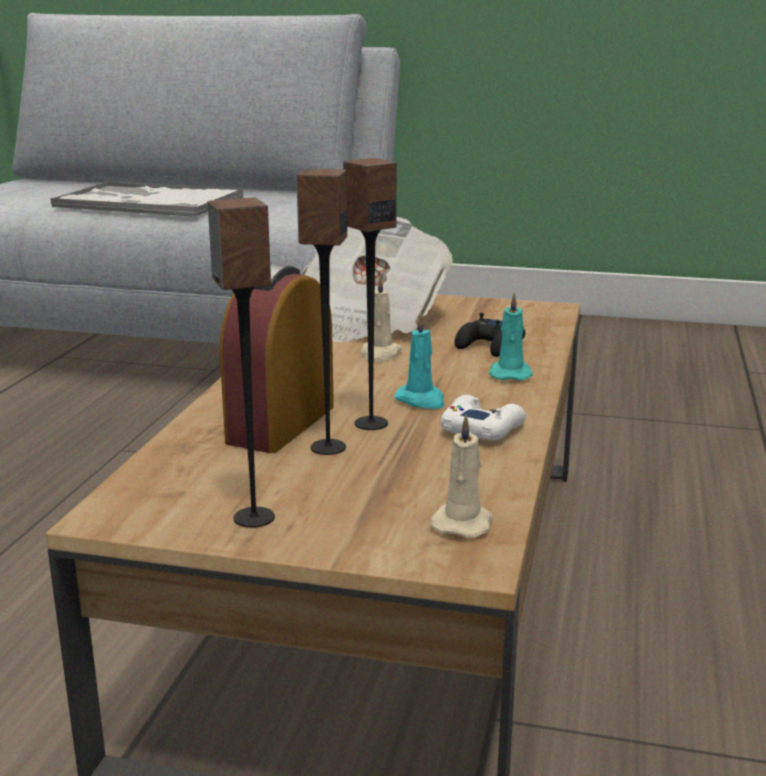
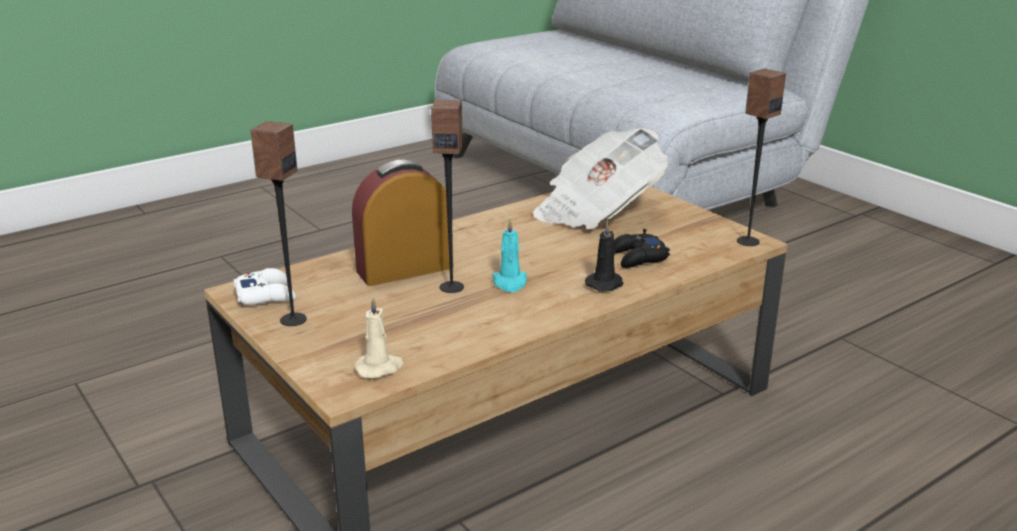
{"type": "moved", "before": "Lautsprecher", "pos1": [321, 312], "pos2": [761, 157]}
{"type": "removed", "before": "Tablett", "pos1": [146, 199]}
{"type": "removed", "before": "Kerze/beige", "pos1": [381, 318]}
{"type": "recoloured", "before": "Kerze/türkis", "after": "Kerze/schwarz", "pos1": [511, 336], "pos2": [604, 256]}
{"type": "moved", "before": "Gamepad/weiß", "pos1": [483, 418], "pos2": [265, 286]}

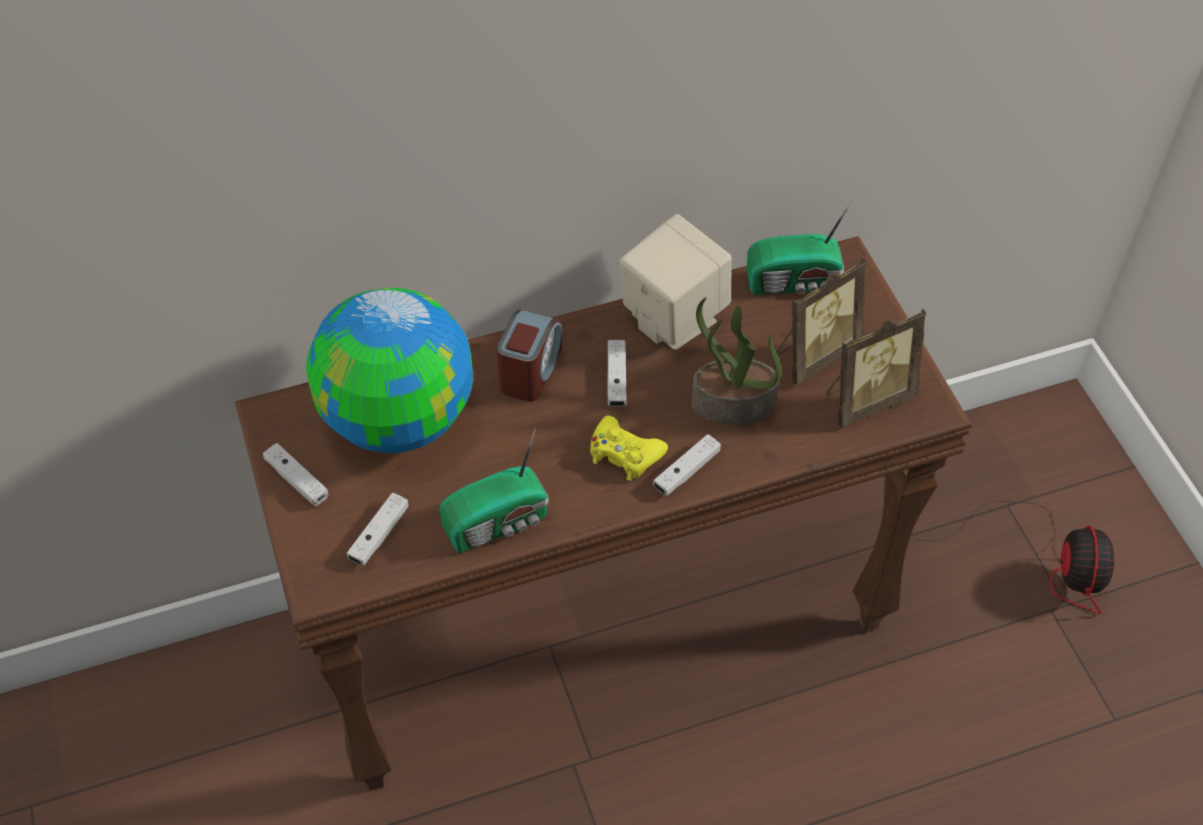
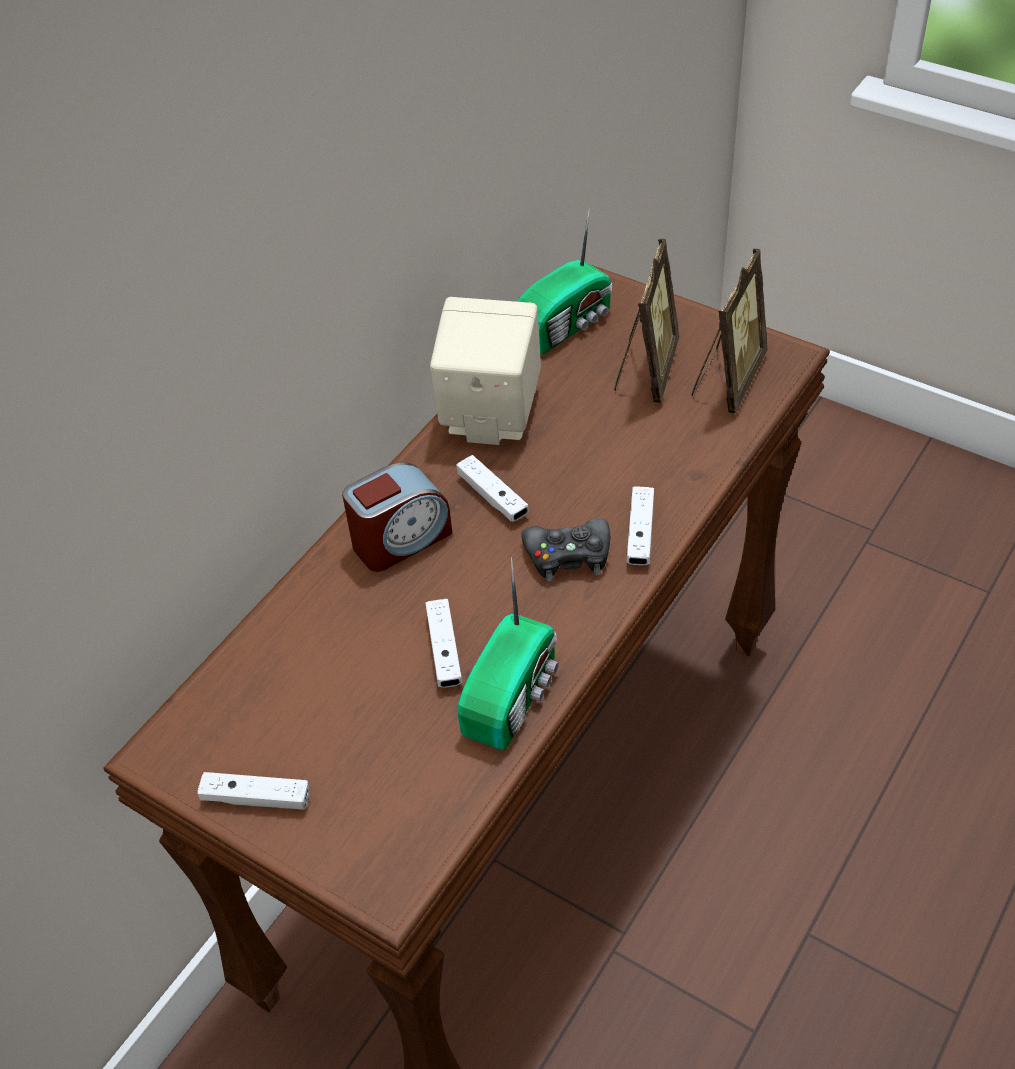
{"type": "removed", "before": "Globus", "pos1": [389, 370]}
{"type": "removed", "before": "Topfpflanze", "pos1": [736, 361]}
{"type": "turned", "before": "Wecker", "pos1": [529, 355], "pos2": [397, 517], "turn": 75}
{"type": "recoloured", "before": "Gamepad/gelb", "after": "Gamepad/schwarz", "pos1": [629, 448], "pos2": [565, 550]}
{"type": "moved", "before": "Gamepad/weiß", "pos1": [378, 529], "pos2": [444, 643]}
{"type": "removed", "before": "Ventilator", "pos1": [1014, 557]}

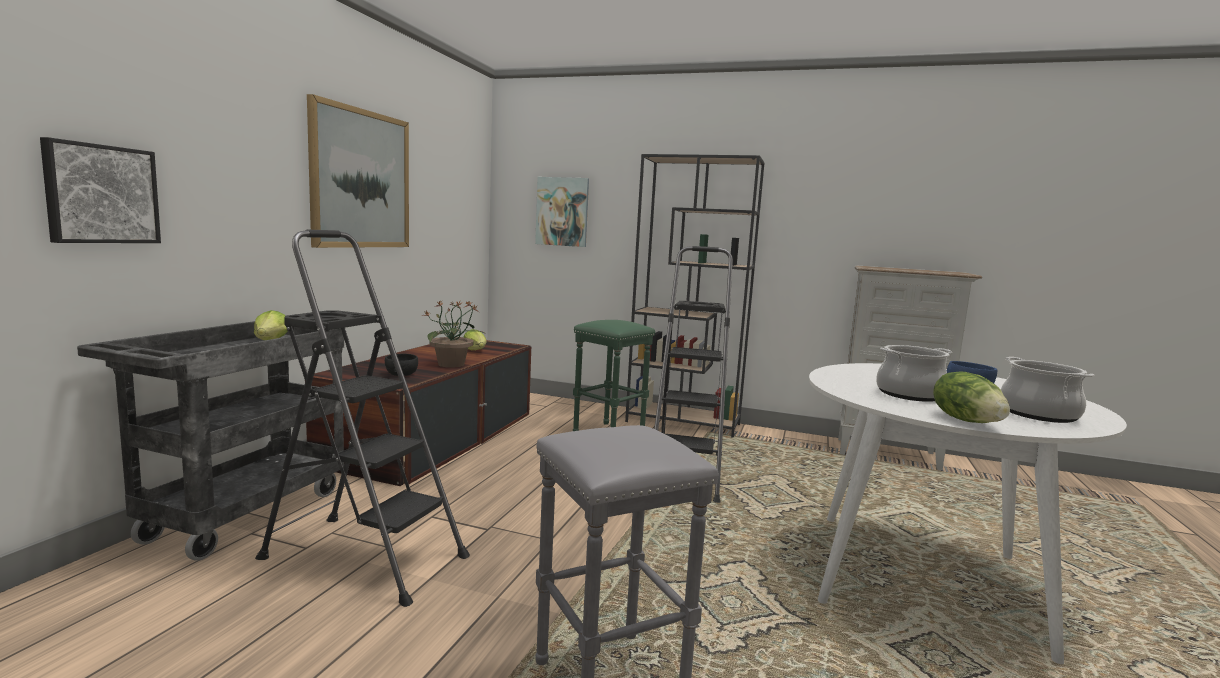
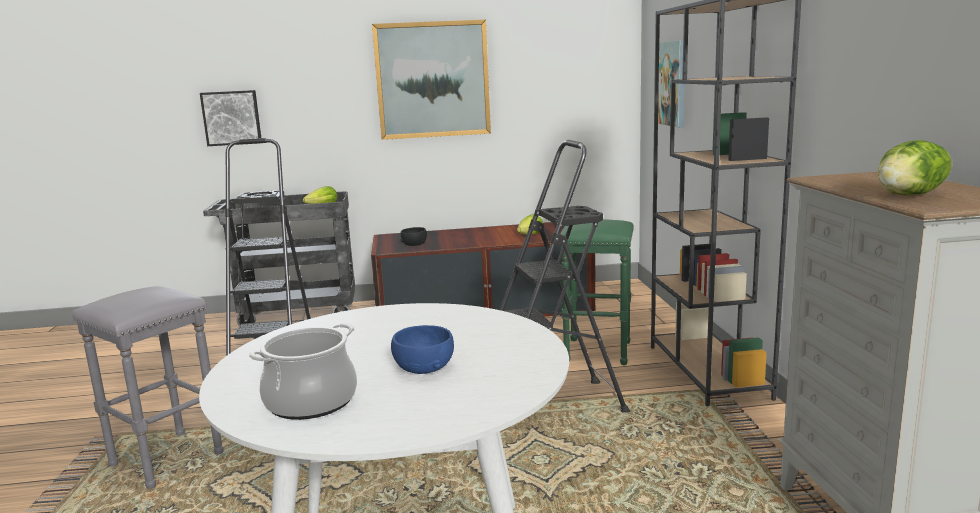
{"type": "removed", "before": "Topfpflanze", "pos1": [452, 334]}
{"type": "removed", "before": "Kochtopf", "pos1": [914, 373]}
{"type": "moved", "before": "Salatkopf", "pos1": [971, 397], "pos2": [915, 167]}

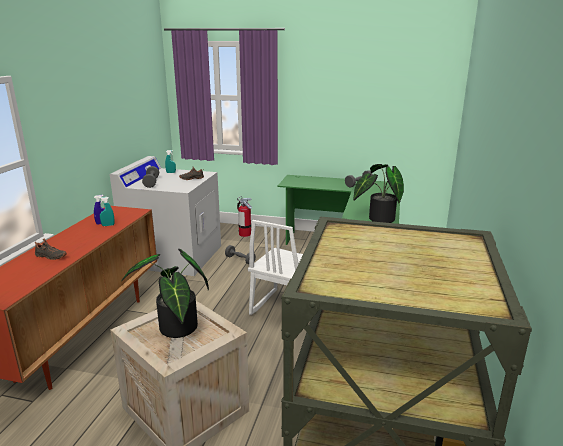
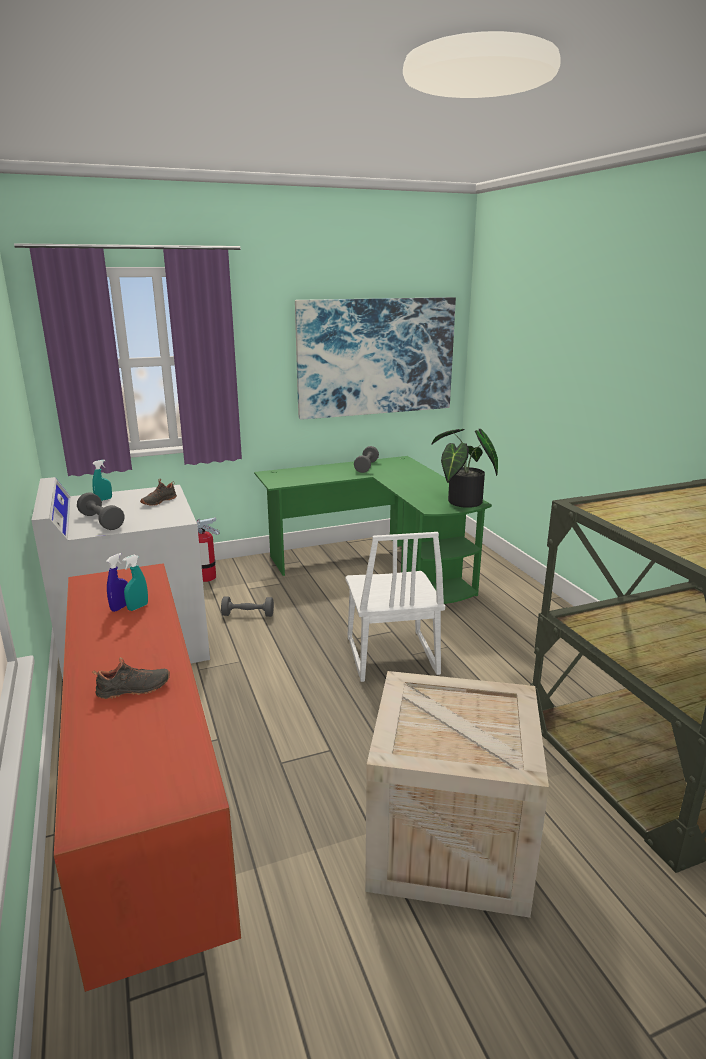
{"type": "removed", "before": "Topfpflanze", "pos1": [165, 293]}
{"type": "added", "after": "Bild", "pos2": [375, 358]}

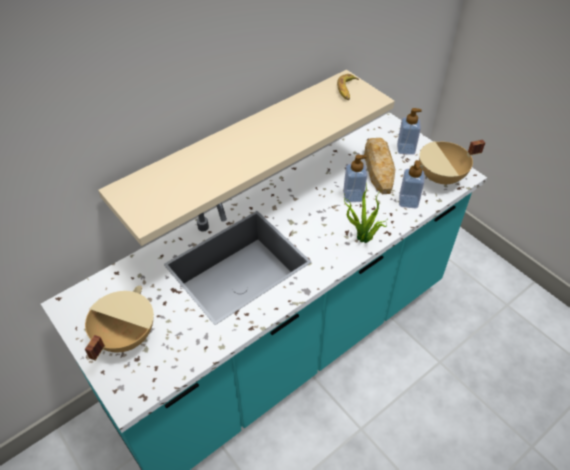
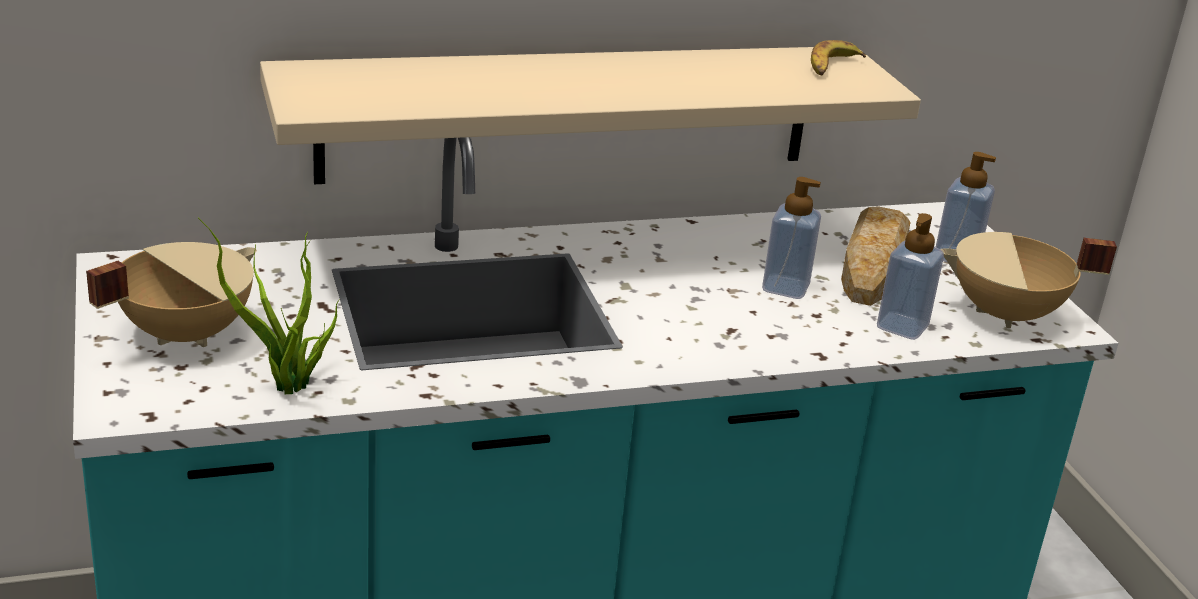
{"type": "moved", "before": "Topfpflanze", "pos1": [365, 212], "pos2": [269, 306]}

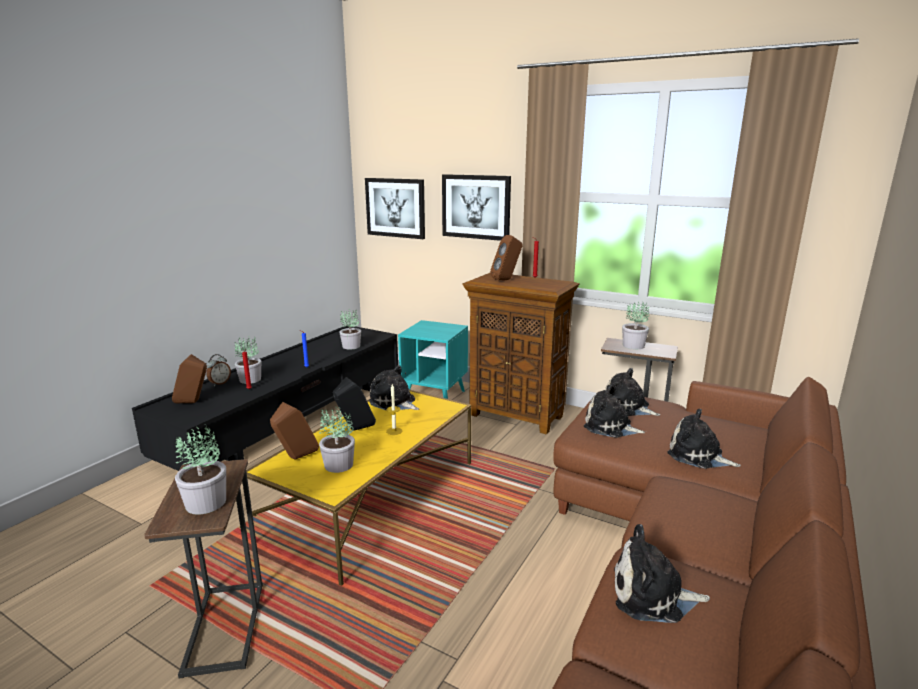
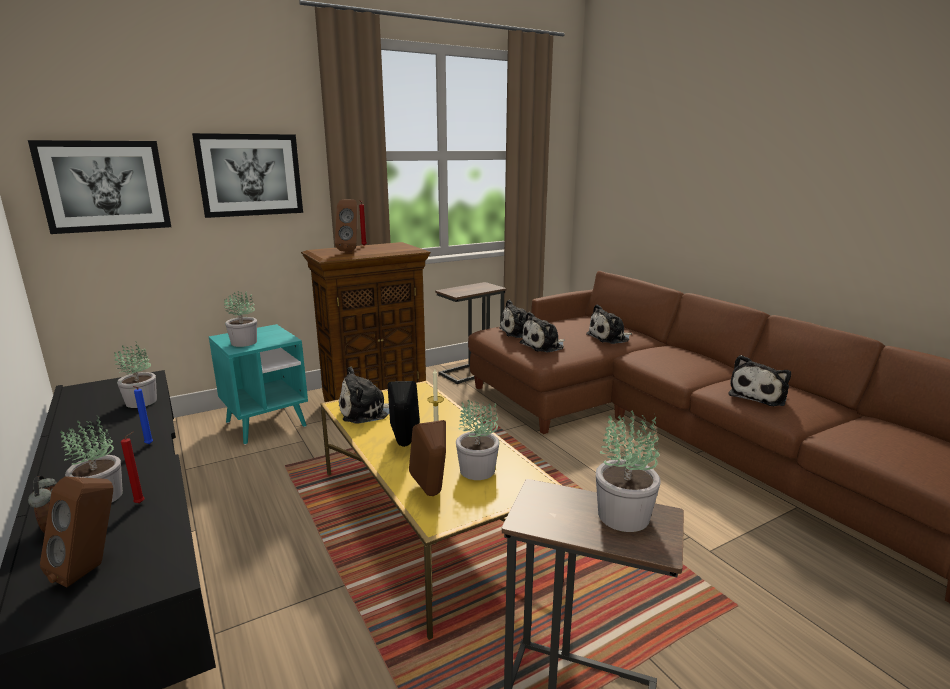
{"type": "moved", "before": "Topfpflanze", "pos1": [635, 325], "pos2": [240, 319]}

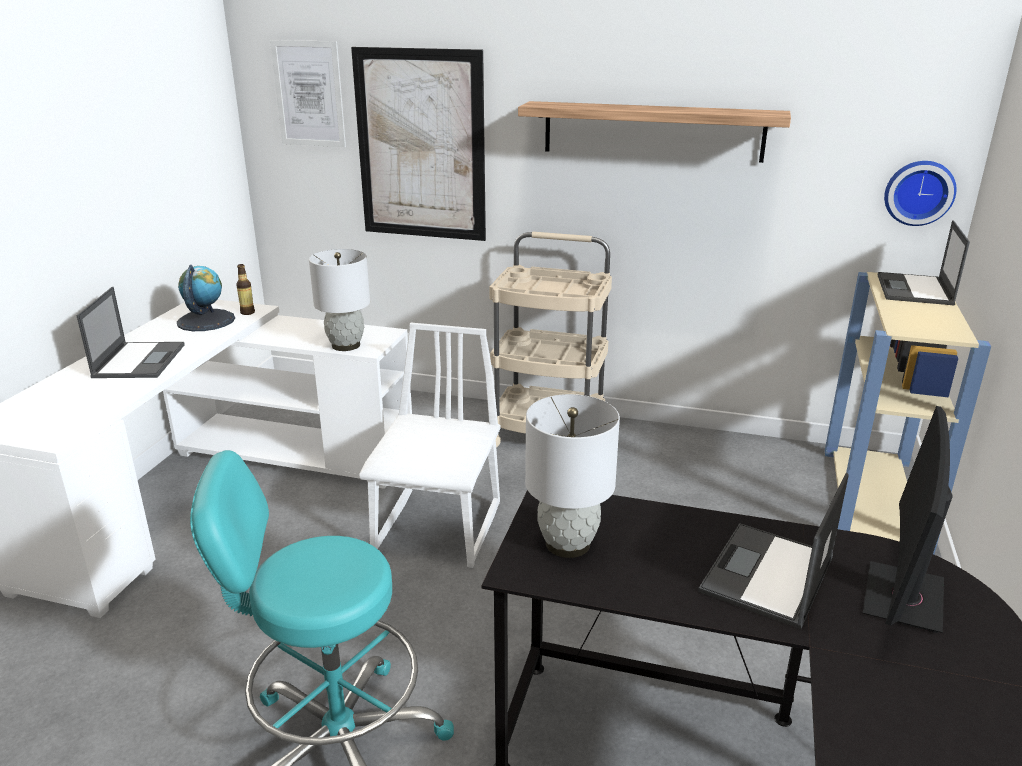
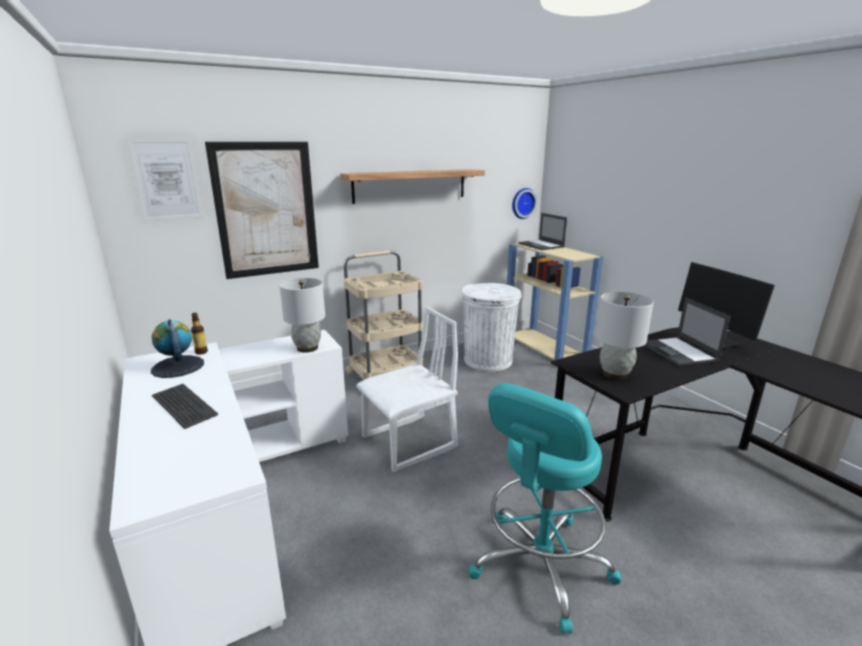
{"type": "replaced", "before": "Laptop", "after": "Tastatur", "pos1": [130, 332], "pos2": [185, 406]}
{"type": "turned", "before": "Stuhl/weiß", "pos1": [429, 445], "pos2": [407, 389], "turn": 90}
{"type": "added", "after": "Mülleimer/weiß", "pos2": [491, 327]}

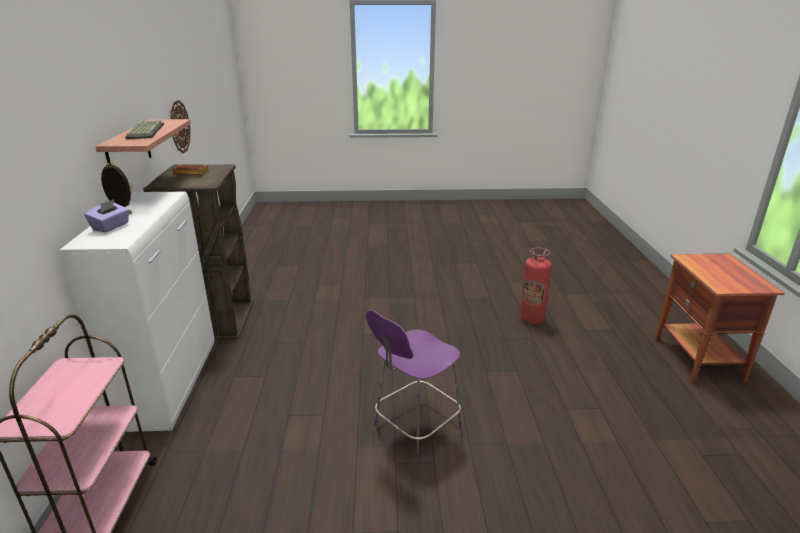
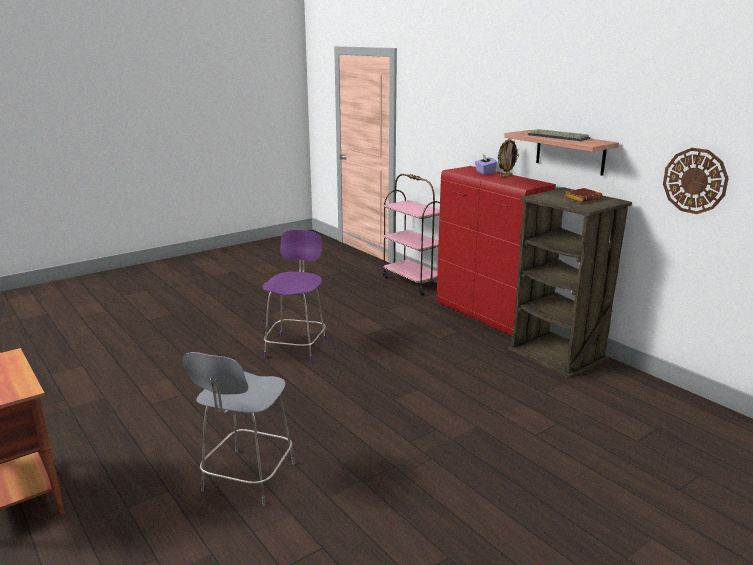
{"type": "recoloured", "before": "Schrank/weiß", "after": "Schrank/rot", "pos1": [137, 312], "pos2": [496, 251]}
{"type": "replaced", "before": "Feuerlöscher", "after": "Stuhl/grau", "pos1": [536, 285], "pos2": [238, 429]}

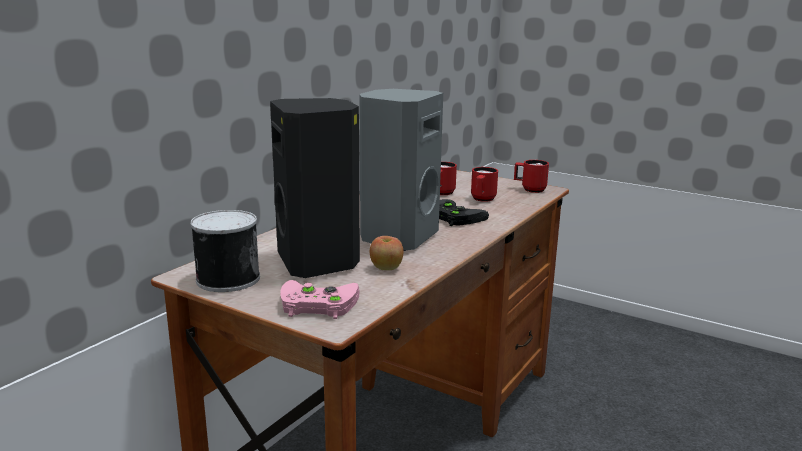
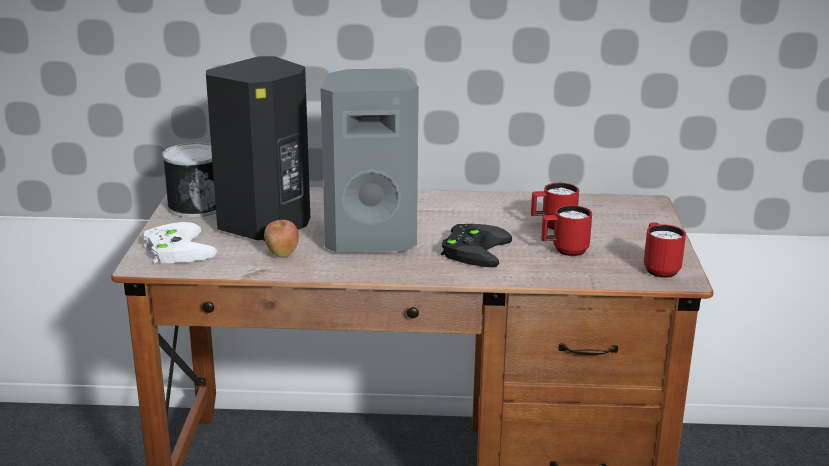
{"type": "recoloured", "before": "Gamepad/rosa", "after": "Gamepad/weiß", "pos1": [320, 299], "pos2": [180, 242]}

